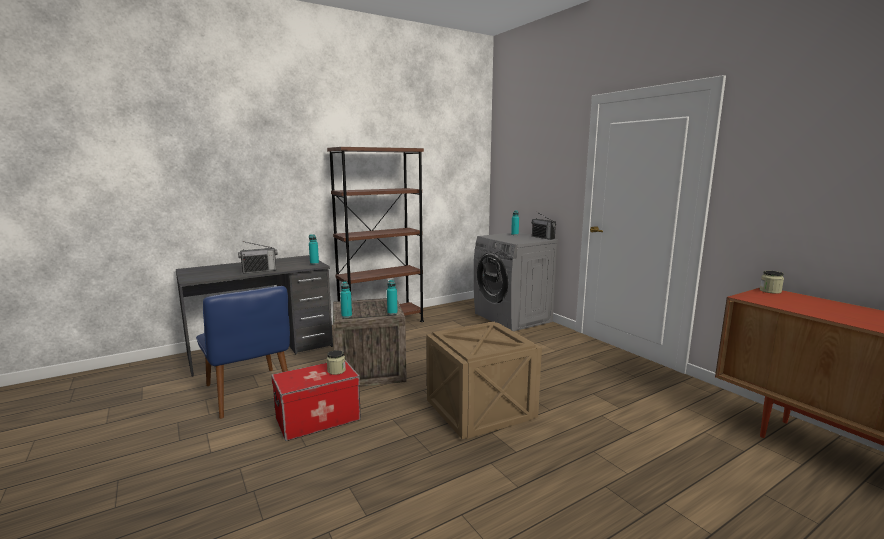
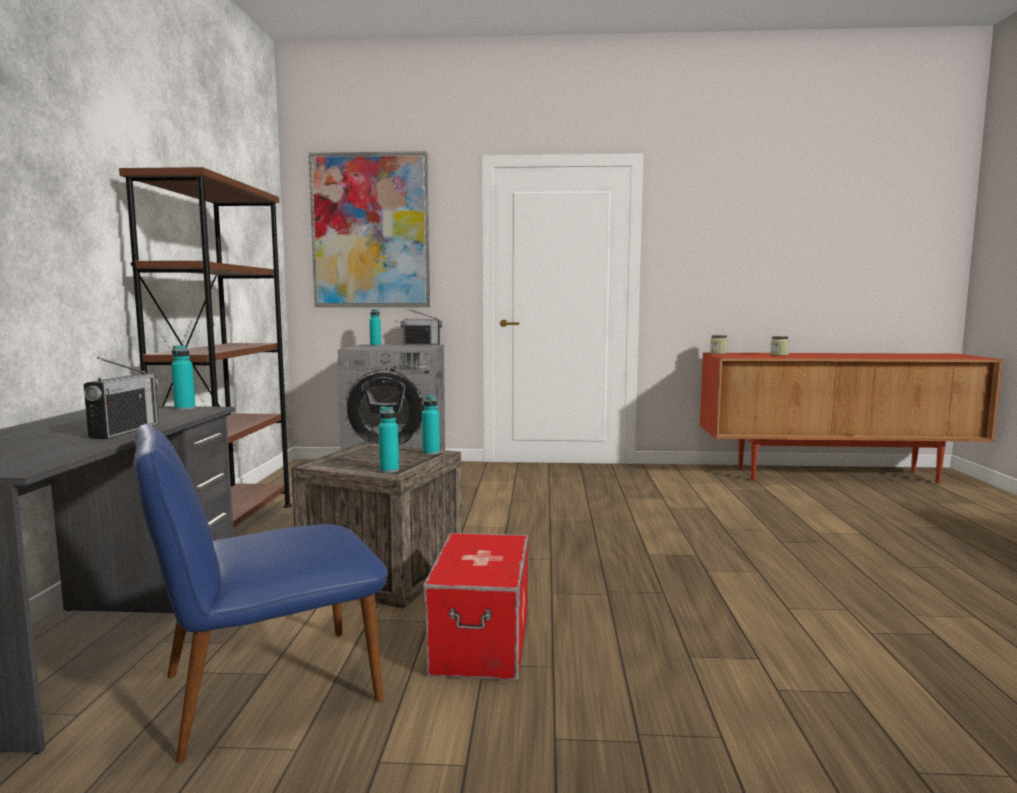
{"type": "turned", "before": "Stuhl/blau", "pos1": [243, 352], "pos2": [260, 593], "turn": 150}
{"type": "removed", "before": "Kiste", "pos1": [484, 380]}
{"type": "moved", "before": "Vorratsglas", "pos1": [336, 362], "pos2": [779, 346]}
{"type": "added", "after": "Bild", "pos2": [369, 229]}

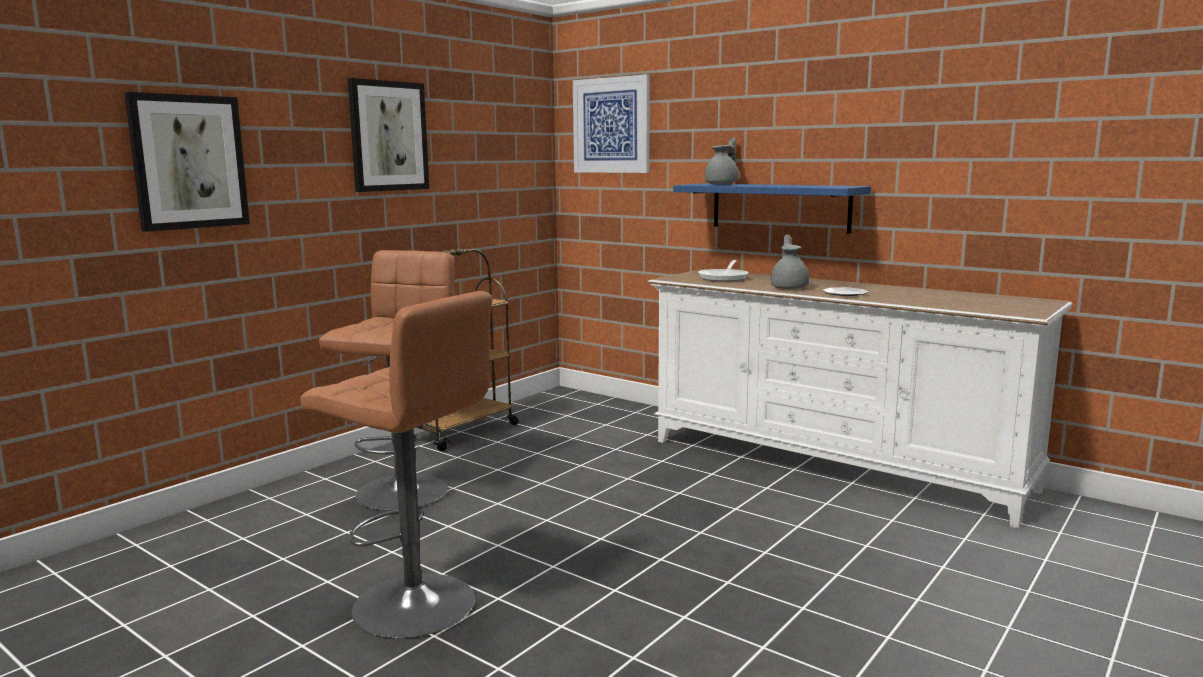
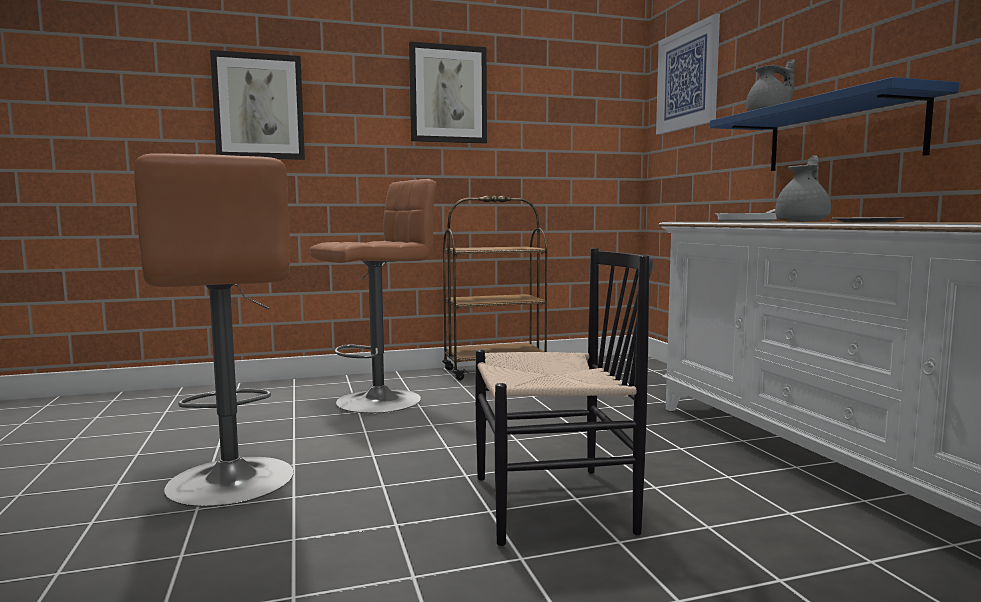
{"type": "added", "after": "Stuhl/schwarz", "pos2": [564, 397]}

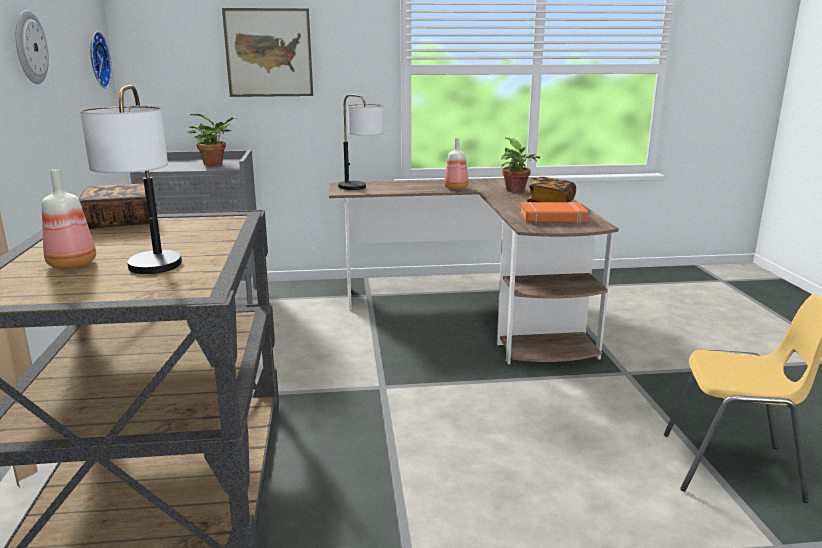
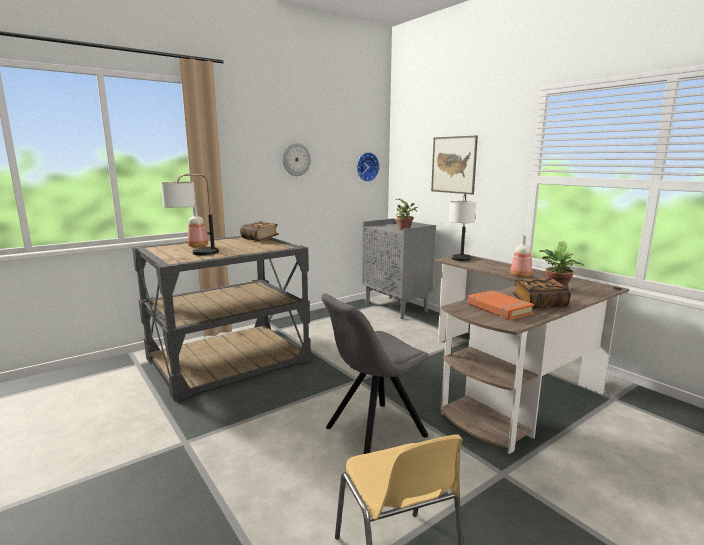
{"type": "added", "after": "Stuhl/grau", "pos2": [375, 373]}

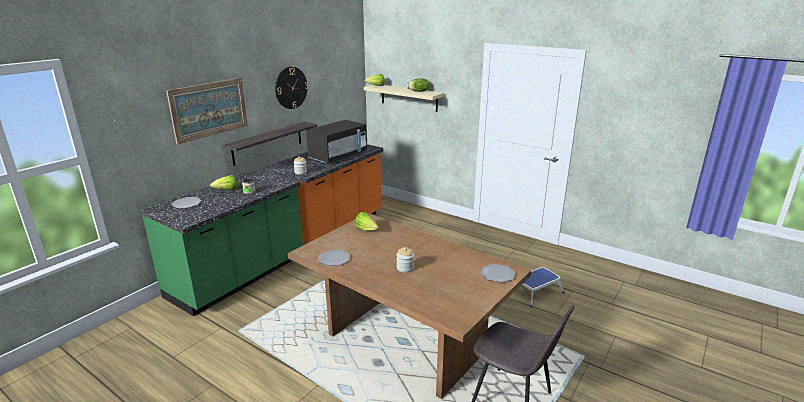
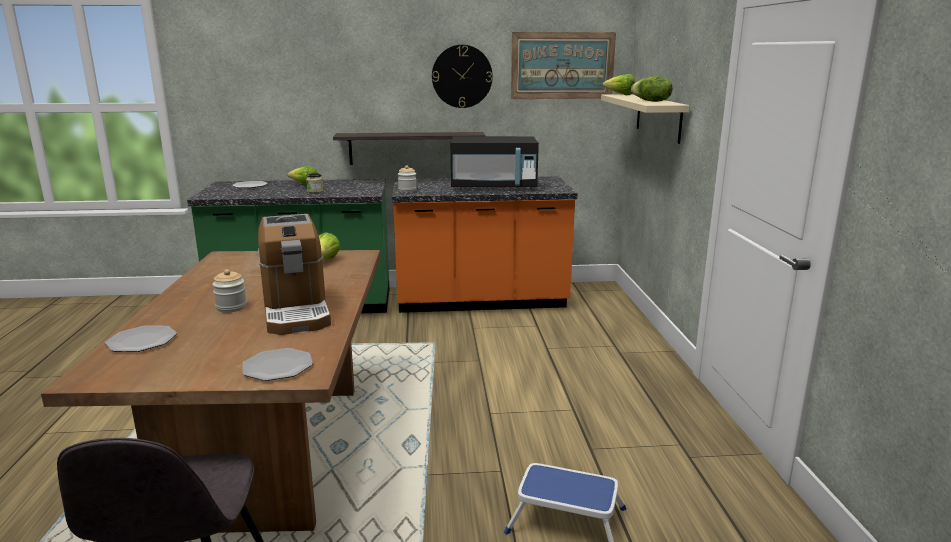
{"type": "moved", "before": "Bild", "pos1": [207, 111], "pos2": [563, 65]}
{"type": "moved", "before": "Teller", "pos1": [334, 258], "pos2": [141, 338]}
{"type": "added", "after": "Kaffeemaschine", "pos2": [294, 274]}

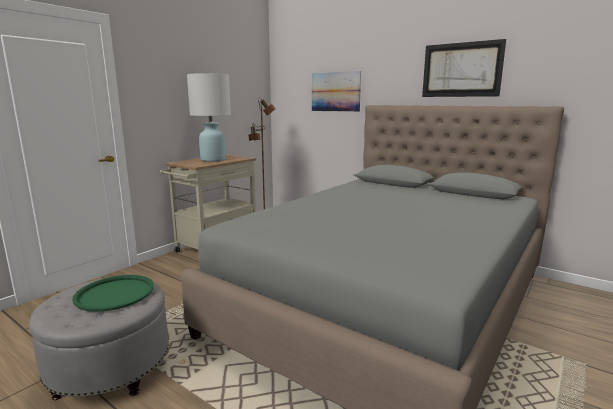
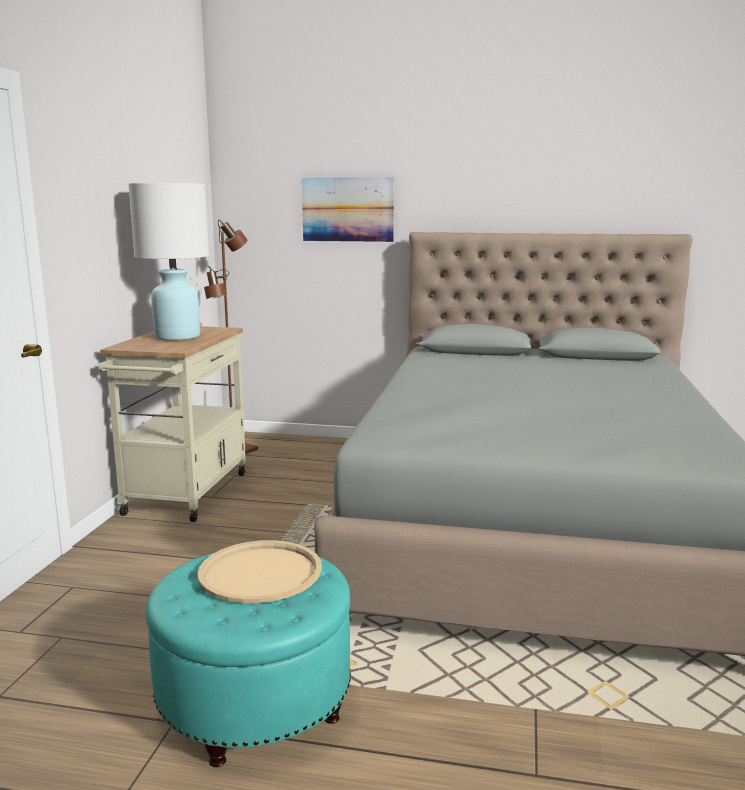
{"type": "removed", "before": "Bild", "pos1": [464, 68]}
{"type": "recoloured", "before": "Tablett/grün", "after": "Tablett/beige", "pos1": [113, 293], "pos2": [259, 571]}
{"type": "recoloured", "before": "Polsterhocker/grau", "after": "Polsterhocker/türkis", "pos1": [99, 339], "pos2": [248, 660]}

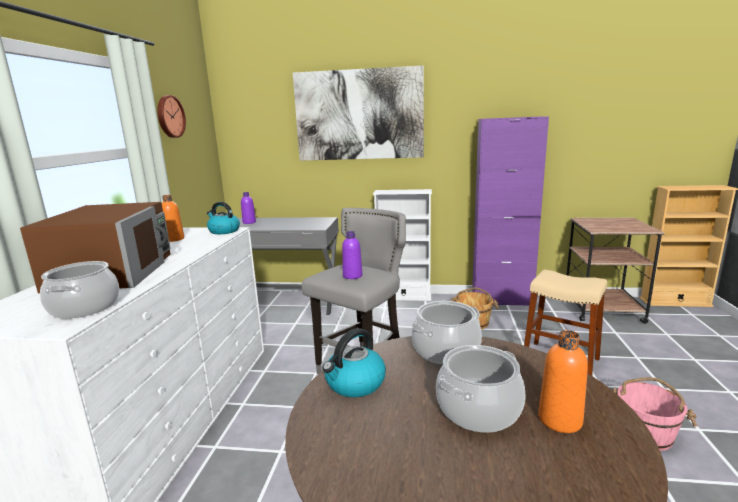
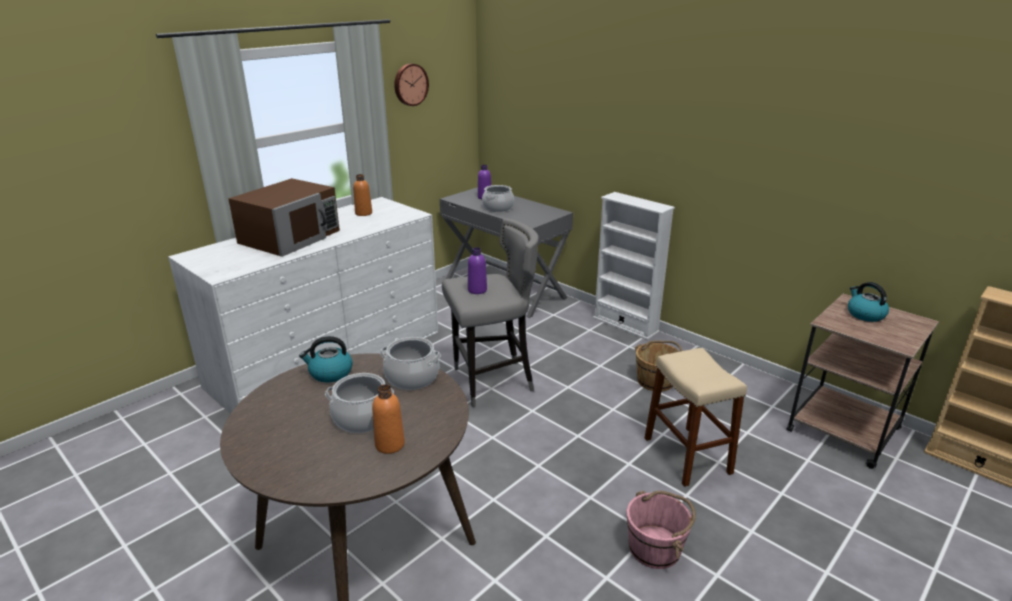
{"type": "removed", "before": "Bild", "pos1": [358, 113]}
{"type": "removed", "before": "Schrank/lila", "pos1": [510, 210]}
{"type": "moved", "before": "Wasserkessel", "pos1": [223, 218], "pos2": [868, 302]}
{"type": "moved", "before": "Kochtopf", "pos1": [79, 290], "pos2": [498, 198]}

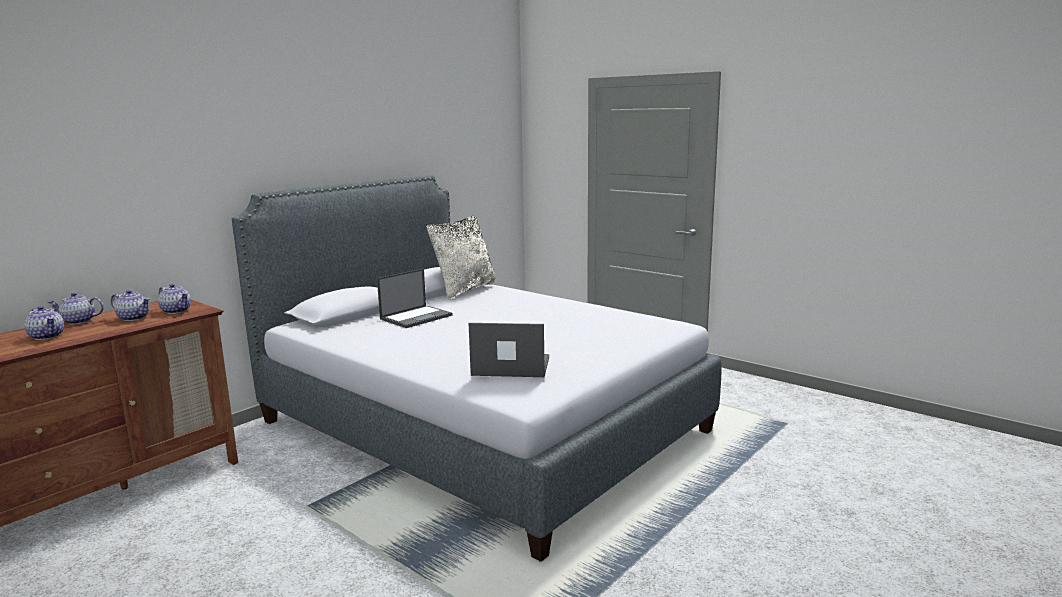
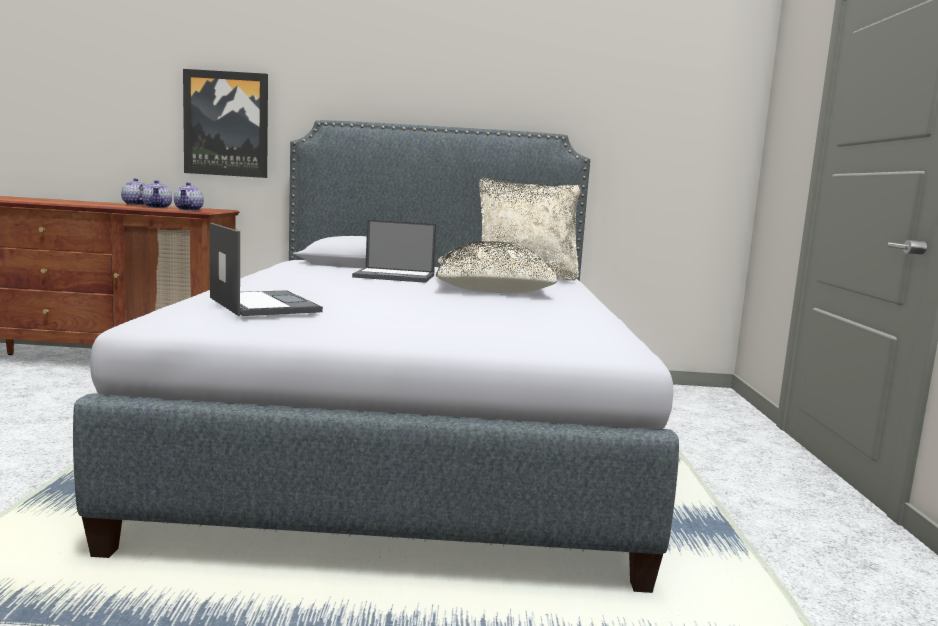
{"type": "removed", "before": "Teekanne", "pos1": [44, 323]}
{"type": "added", "after": "Bild", "pos2": [225, 123]}
{"type": "added", "after": "Kissen/beige", "pos2": [497, 267]}

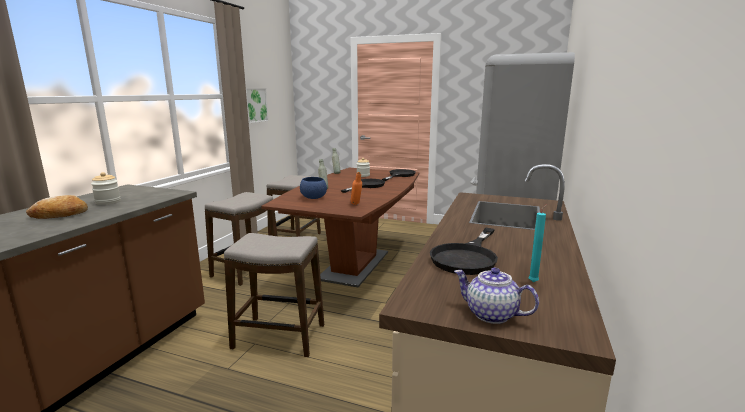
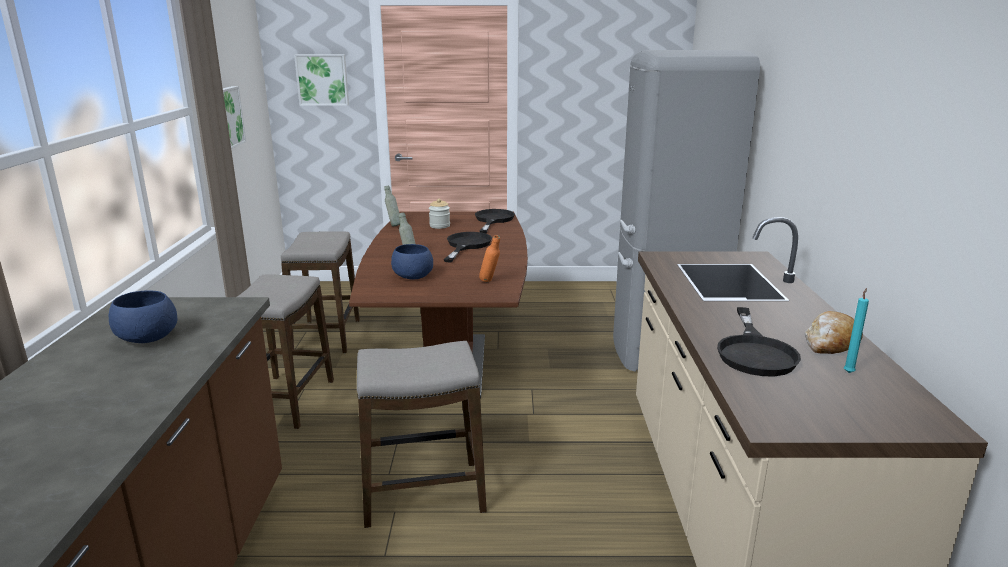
{"type": "replaced", "before": "Vorratsglas", "after": "Schüssel/blau", "pos1": [106, 188], "pos2": [143, 316]}
{"type": "moved", "before": "Brot", "pos1": [57, 207], "pos2": [834, 332]}
{"type": "removed", "before": "Teekanne", "pos1": [496, 296]}
{"type": "added", "after": "Bild", "pos2": [321, 80]}

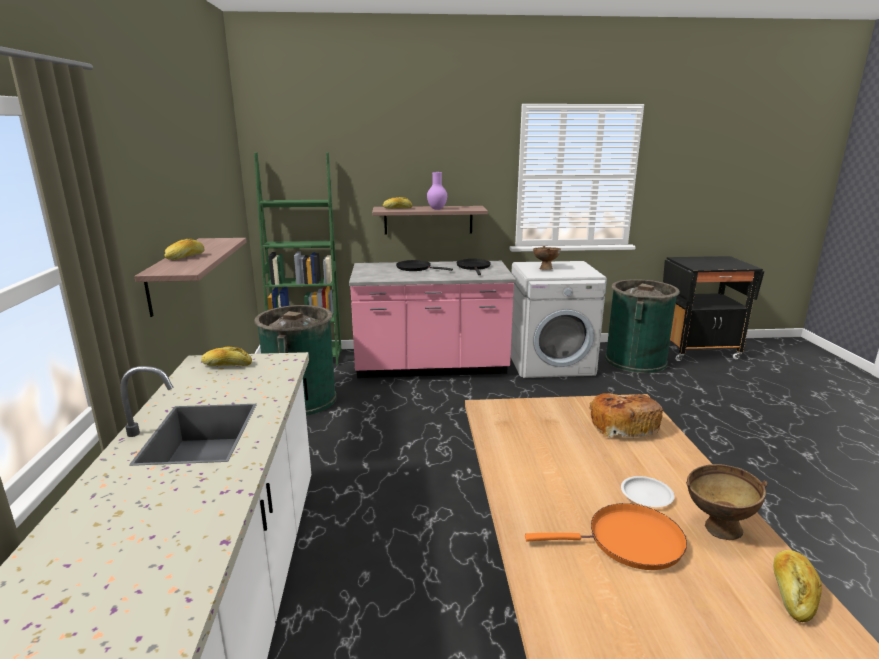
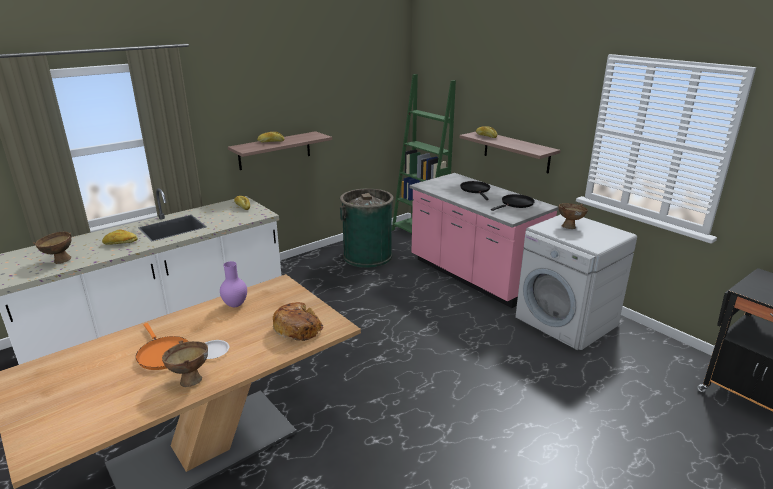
{"type": "moved", "before": "Vase/lila", "pos1": [437, 191], "pos2": [233, 284]}
{"type": "removed", "before": "Mülleimer/grün", "pos1": [642, 326]}
{"type": "moved", "before": "Brot", "pos1": [797, 586], "pos2": [120, 237]}
{"type": "added", "after": "Schüssel/braun", "pos2": [52, 247]}

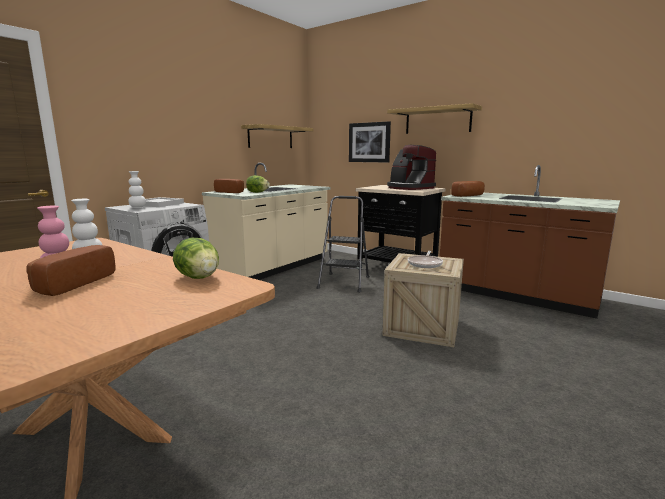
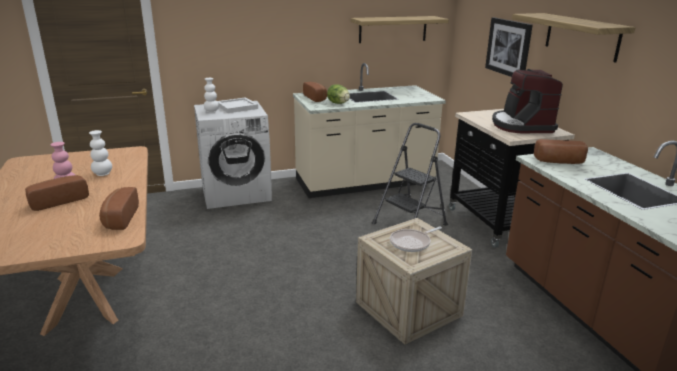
{"type": "replaced", "before": "Salatkopf", "after": "Brot", "pos1": [196, 258], "pos2": [119, 208]}

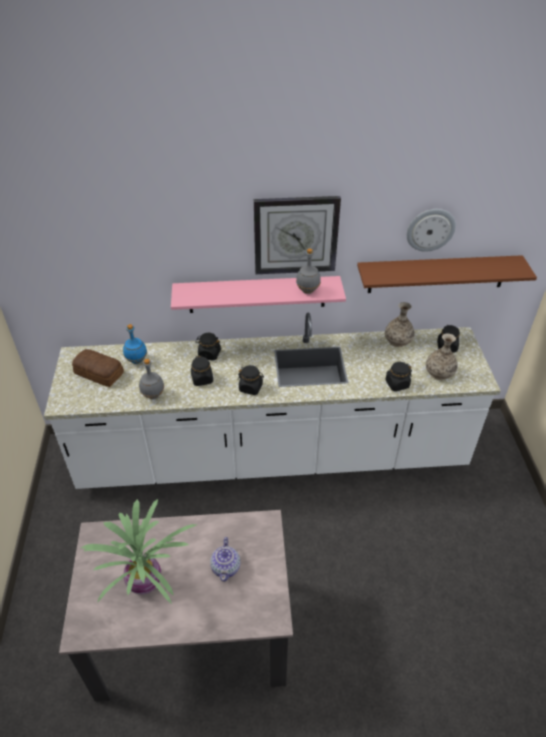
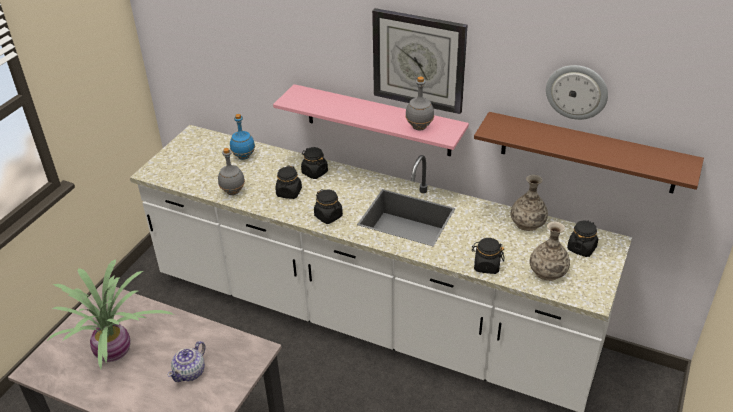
{"type": "removed", "before": "Brot", "pos1": [98, 368]}

